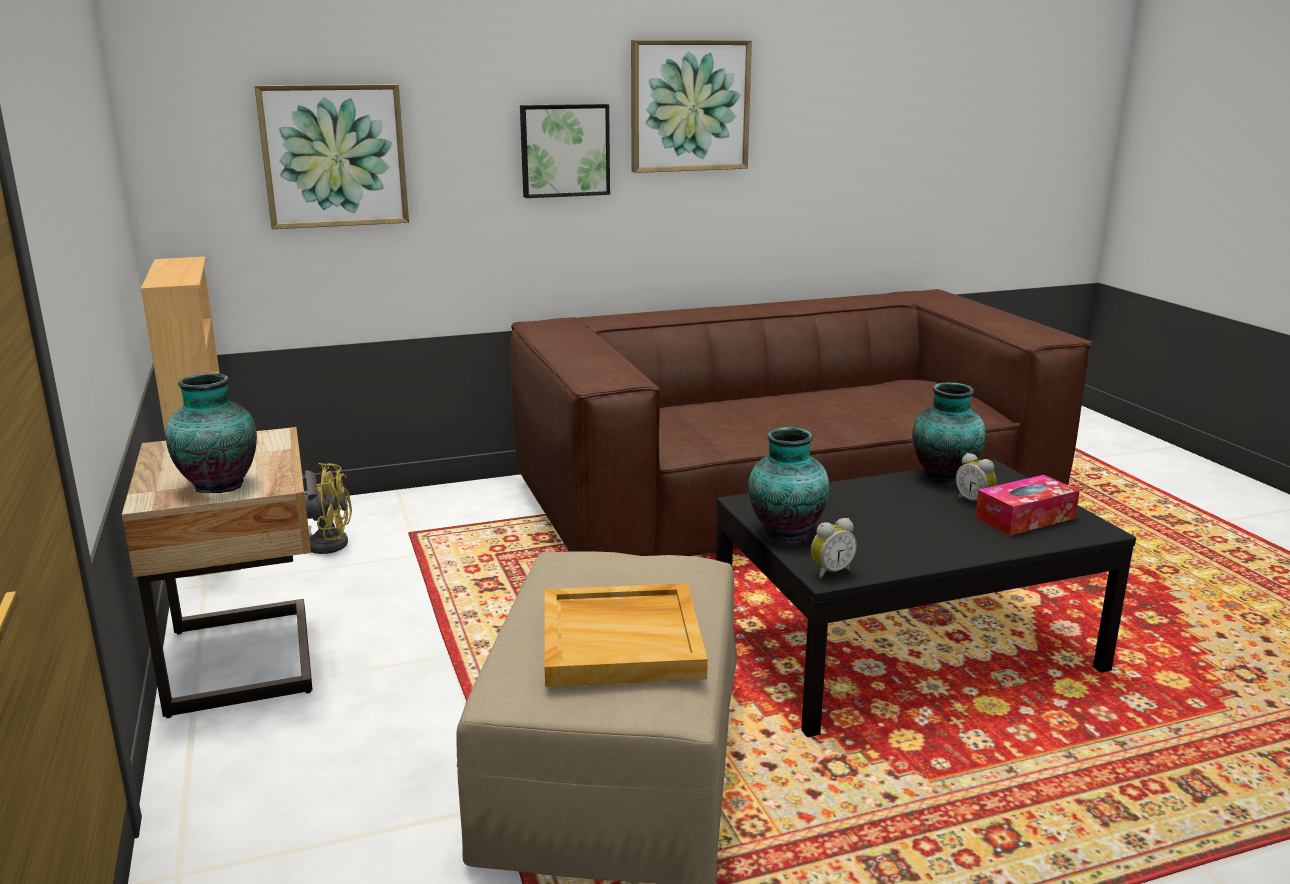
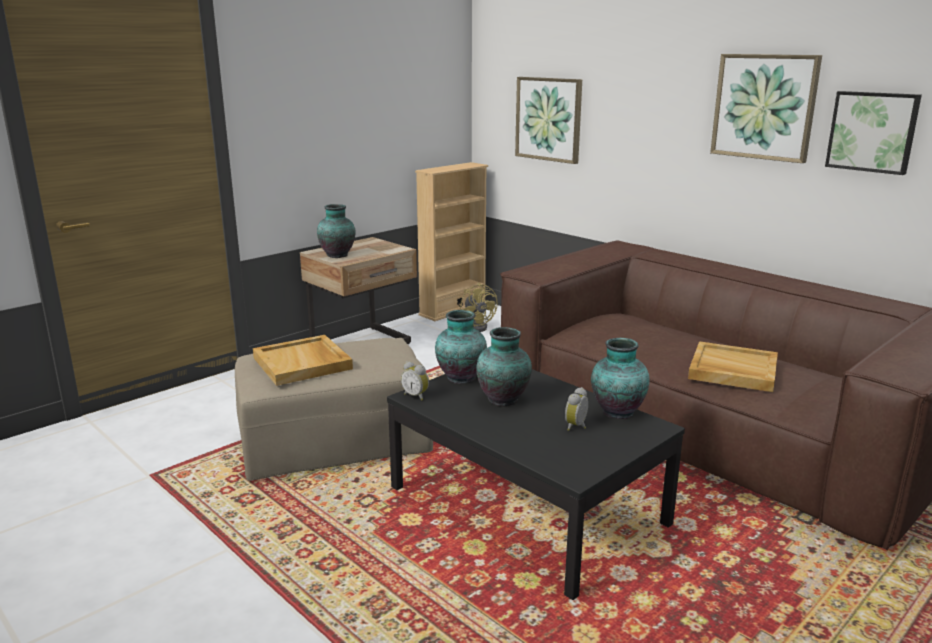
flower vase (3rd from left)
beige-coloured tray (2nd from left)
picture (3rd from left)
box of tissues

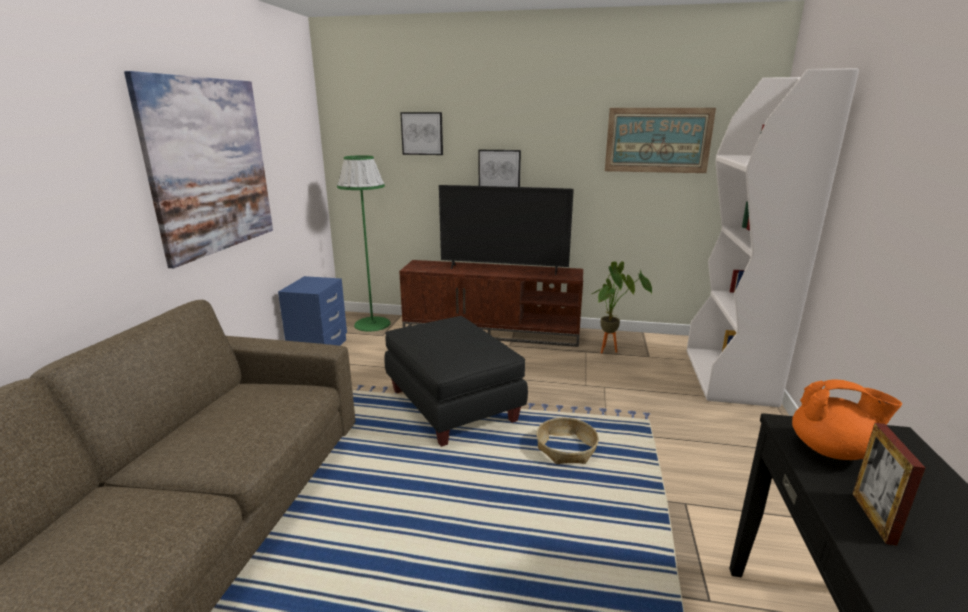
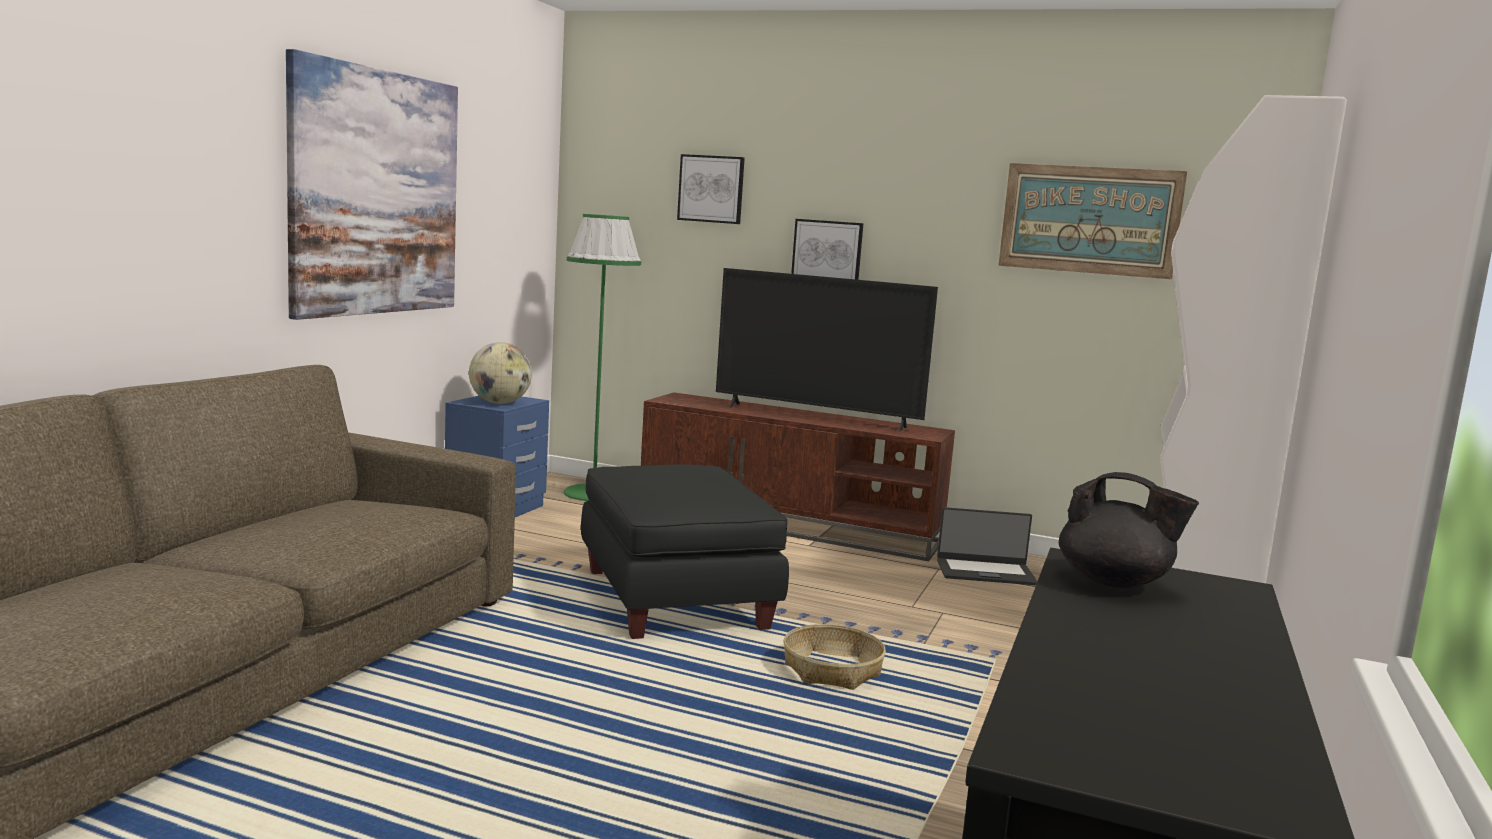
globe
laptop
black-coloured pot for tea
picture frame

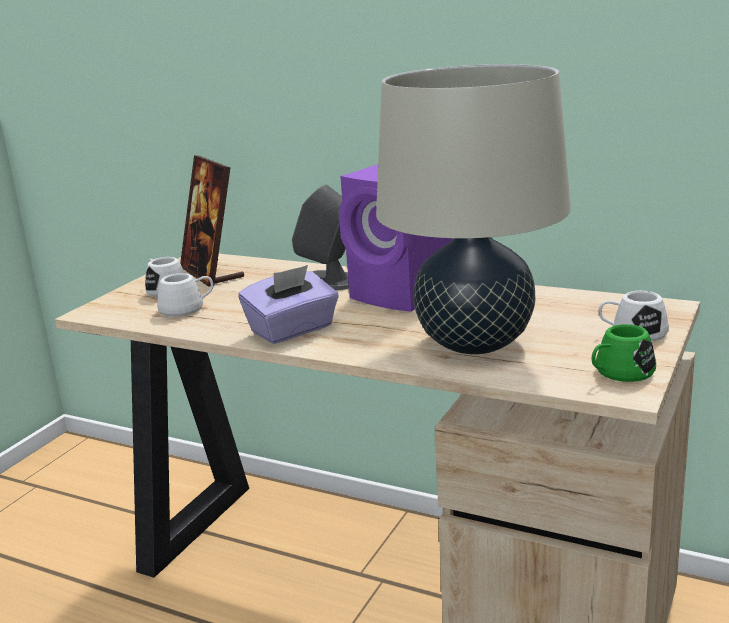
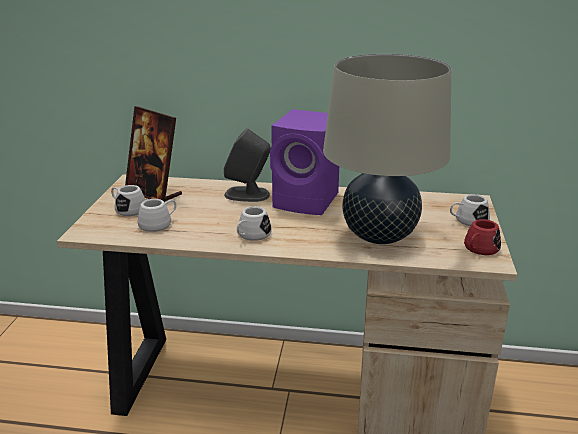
white-coloured mug (3rd from left)
red mug

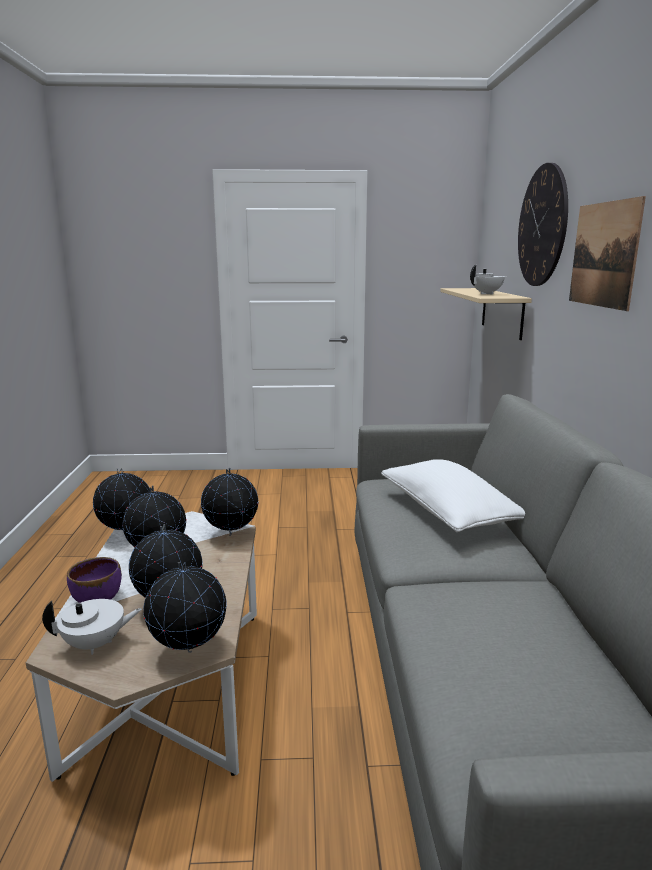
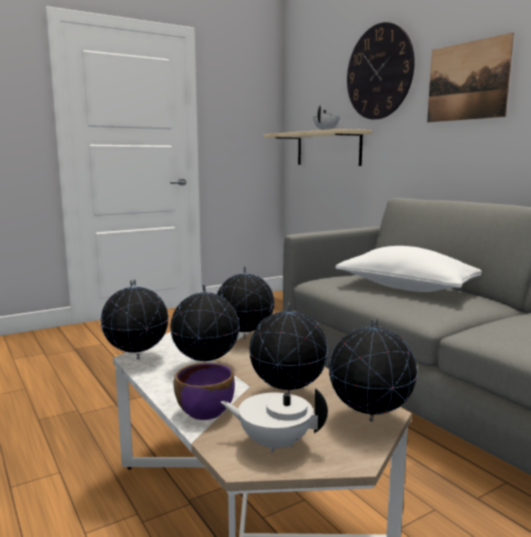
white-coloured pot for tea (1st from left)

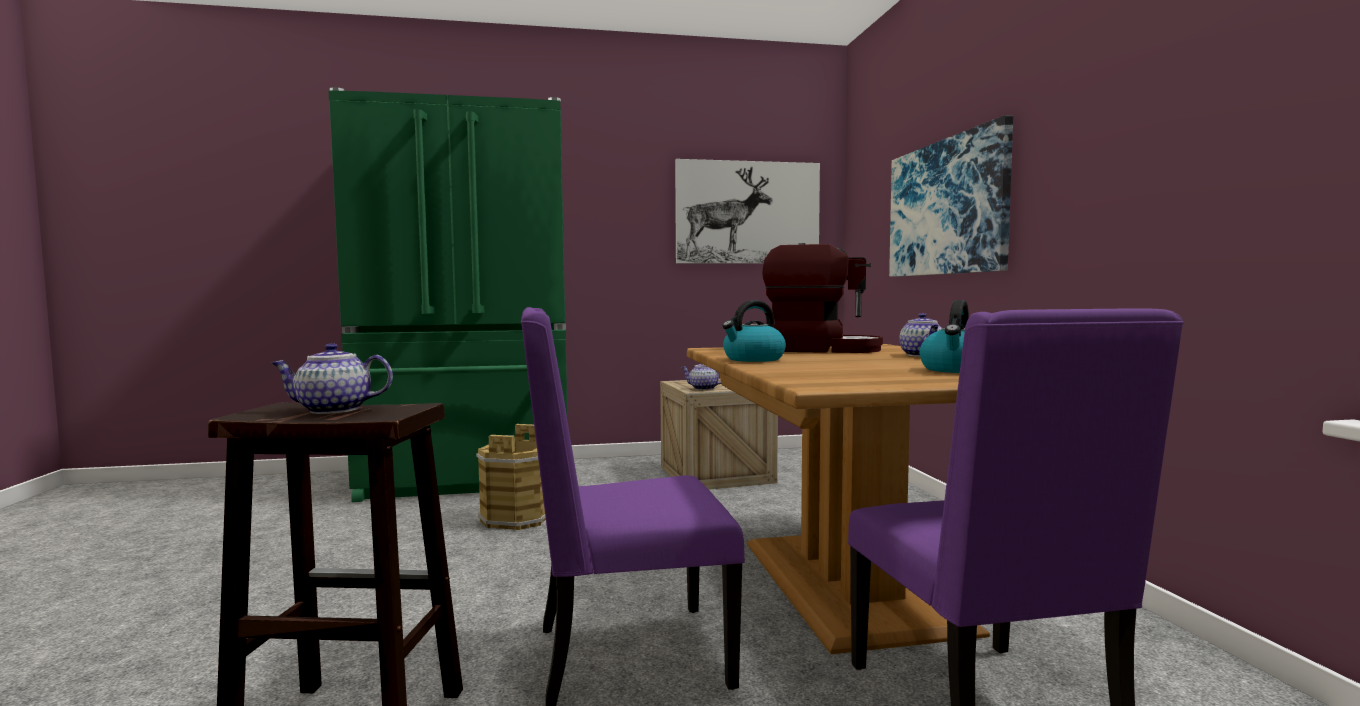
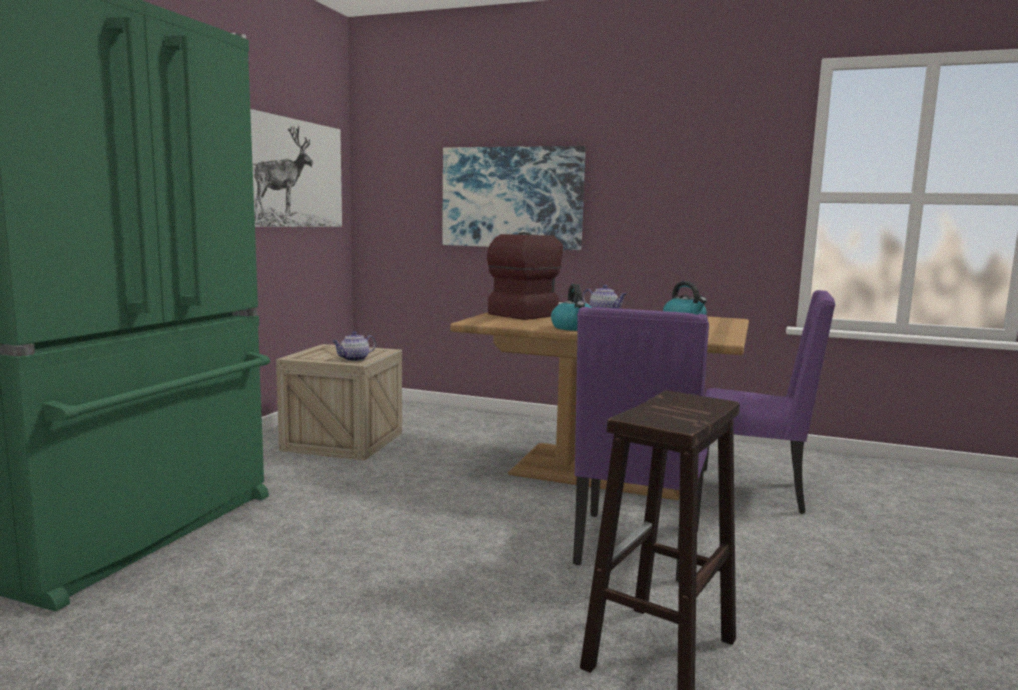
pot for tea (1st from left in the first image)
brown bucket

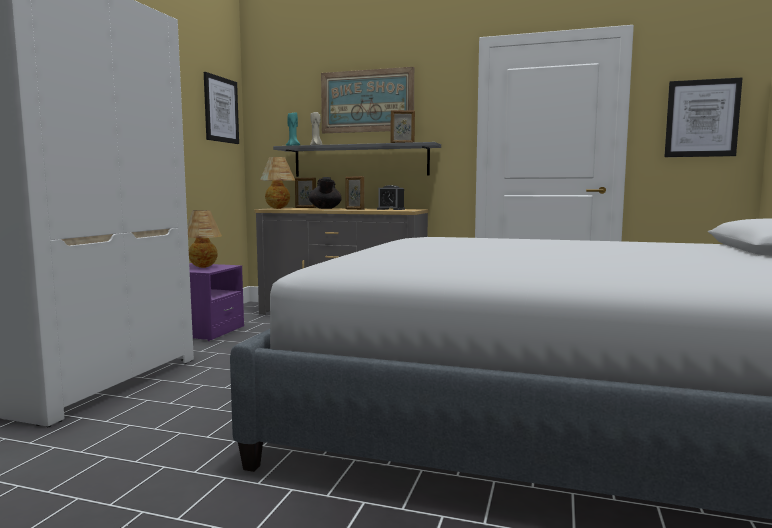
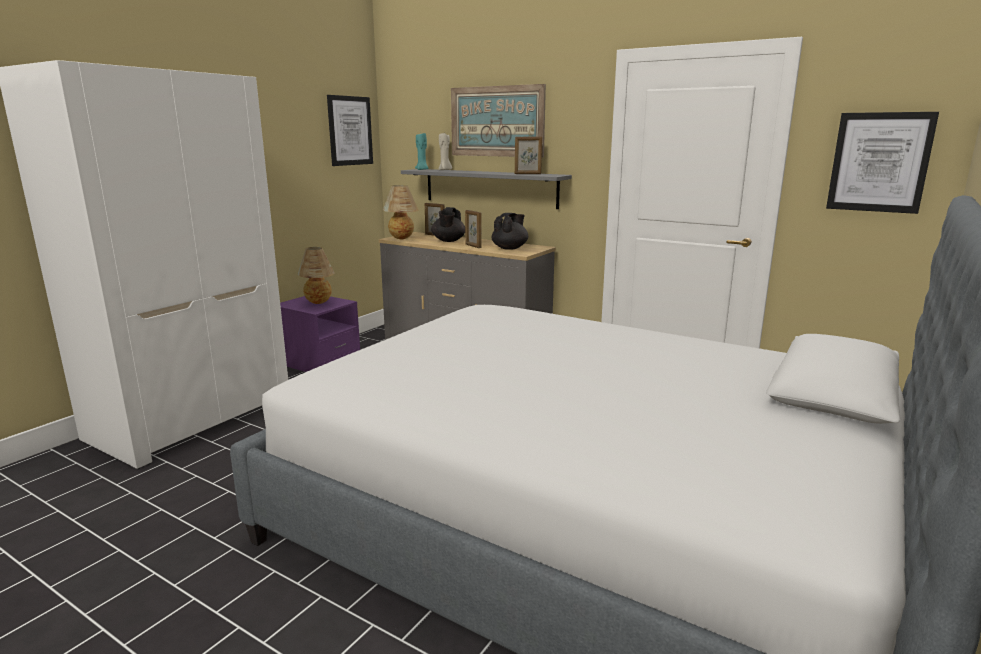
black-coloured pot for tea (2nd from left)

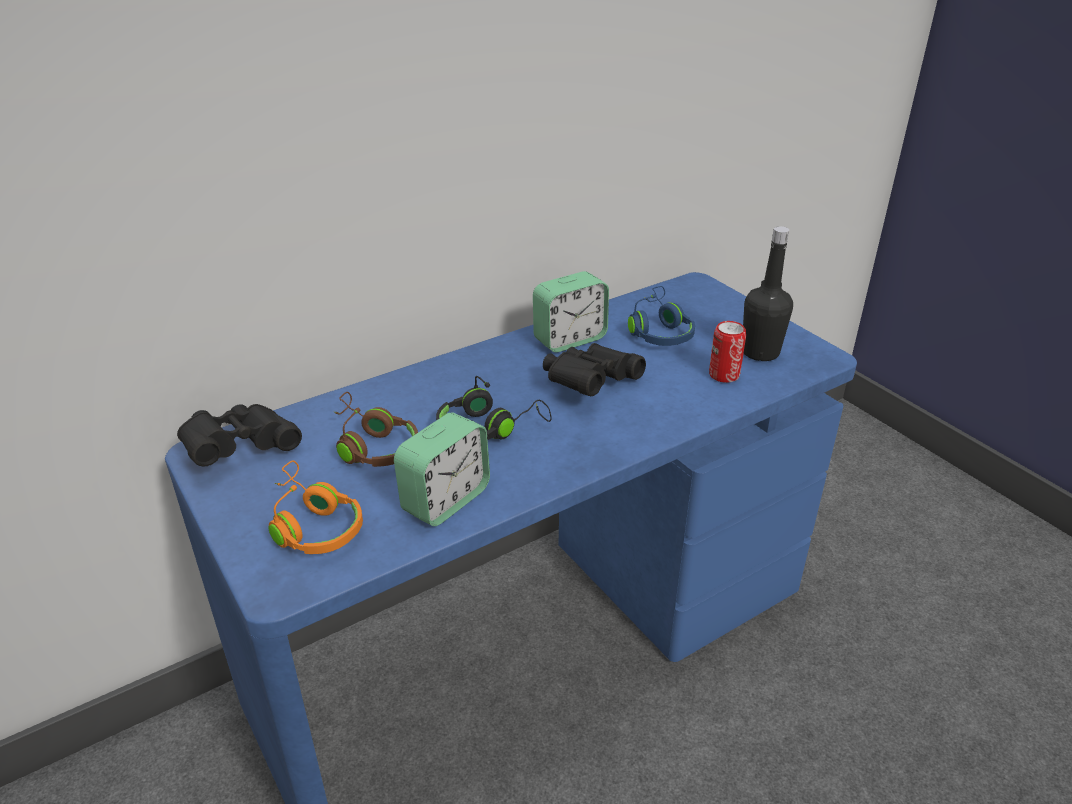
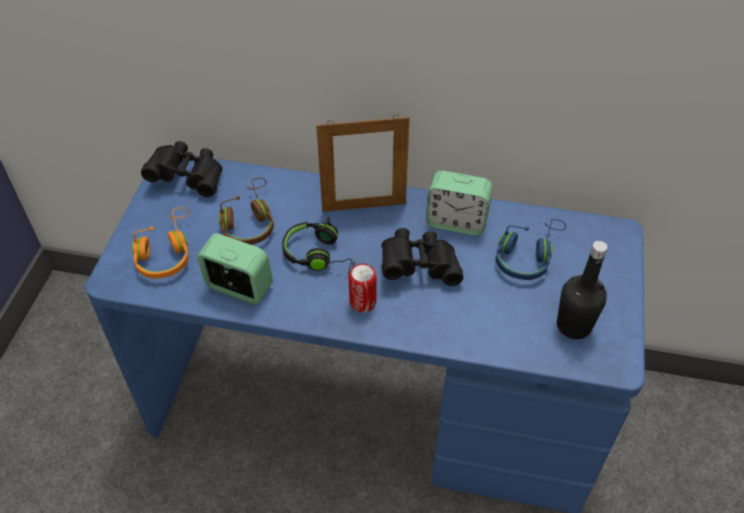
alarm clock (1st from left)
picture frame
can

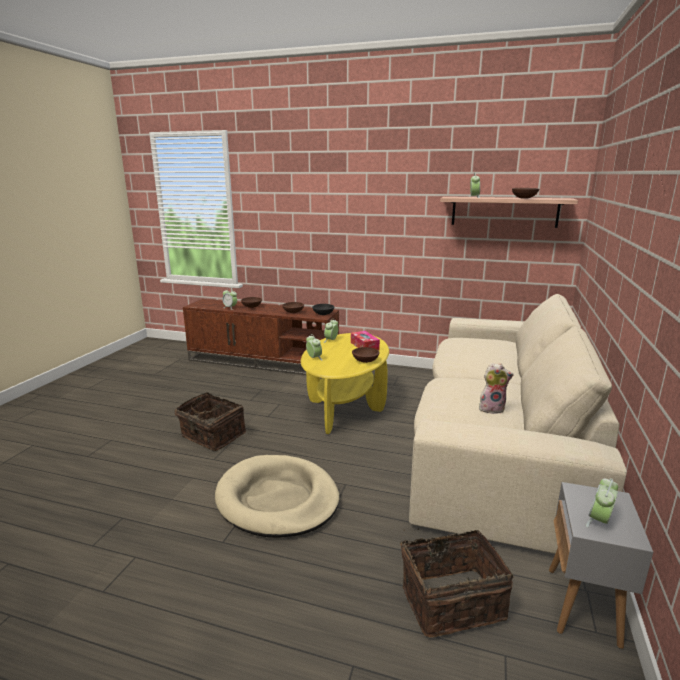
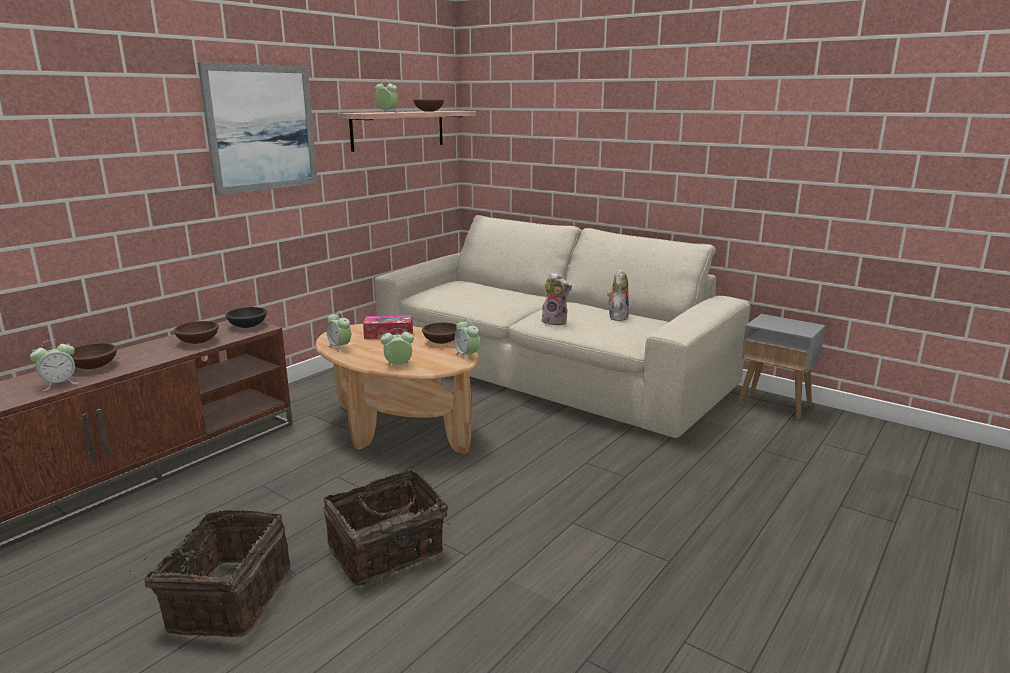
basket (1st from left)
picture
brown lounge table
alarm clock (5th from left)
cuddly toy (1st from left)
beige-coloured dog bed

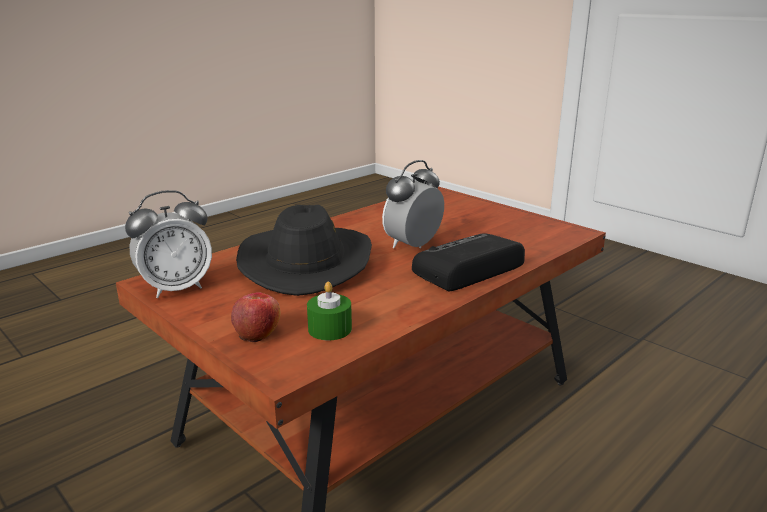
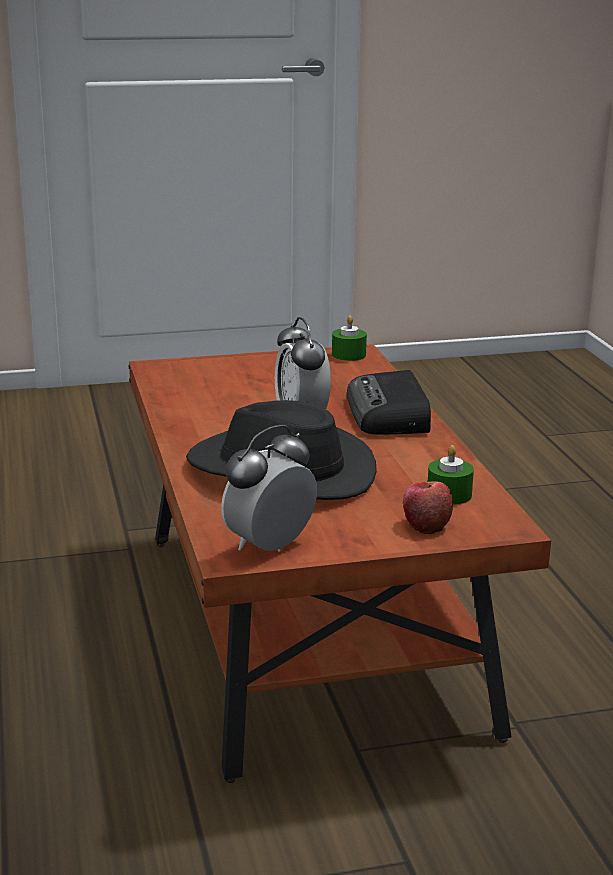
alarm clock (1st from left)
greenish wax candle (1st from left)

